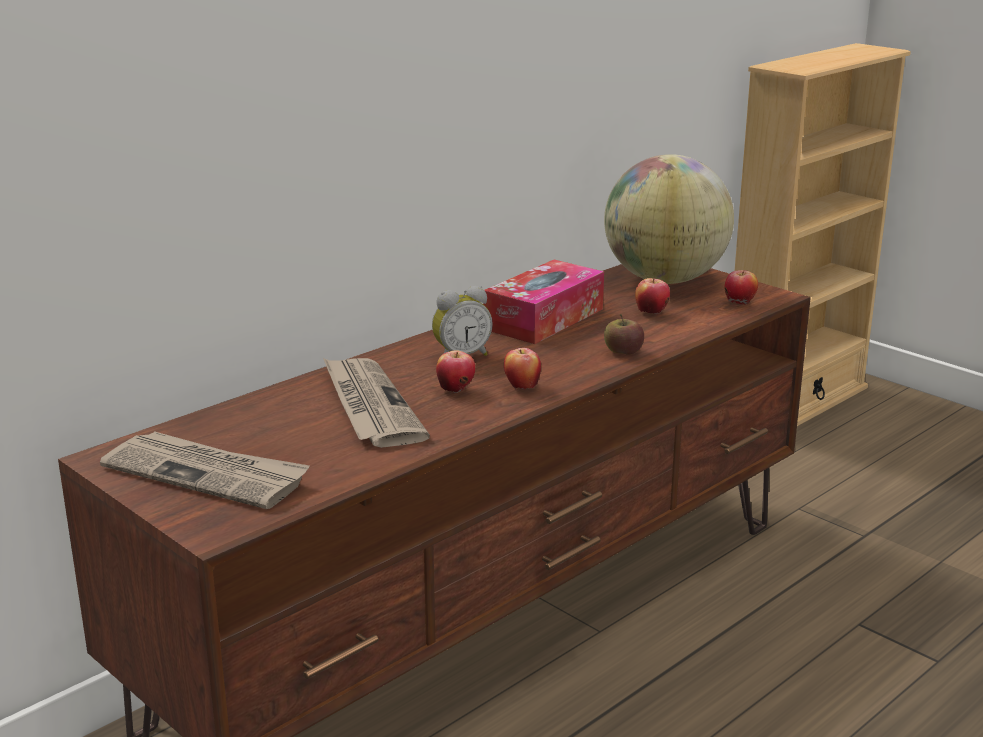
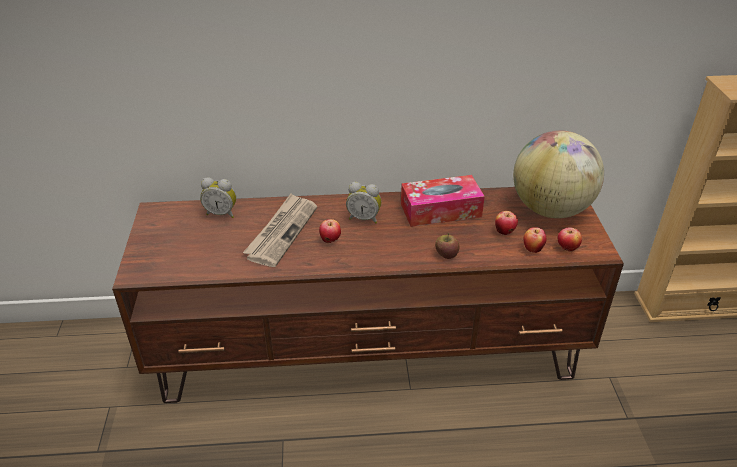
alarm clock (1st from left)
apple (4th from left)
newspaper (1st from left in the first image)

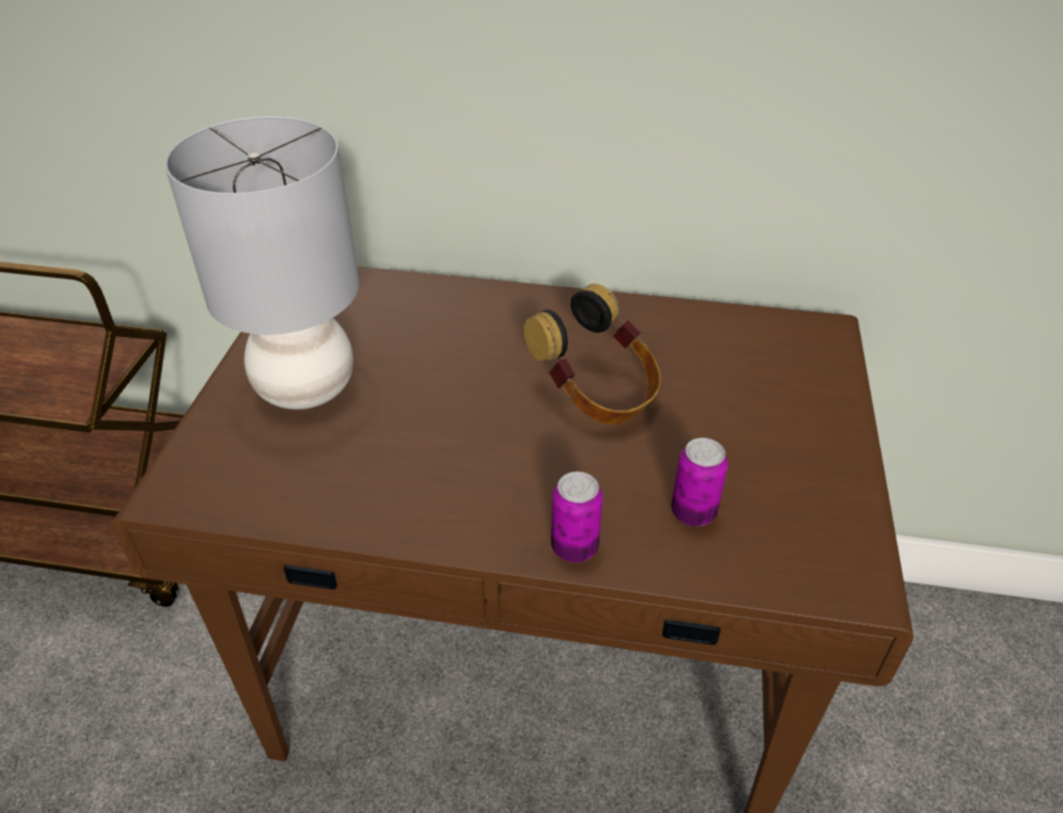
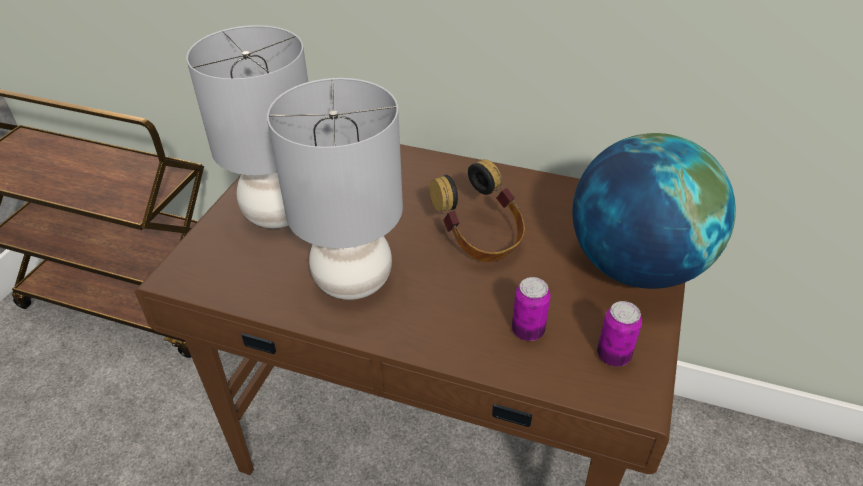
grey table lamp (2nd from left)
globe
can (2nd from left)

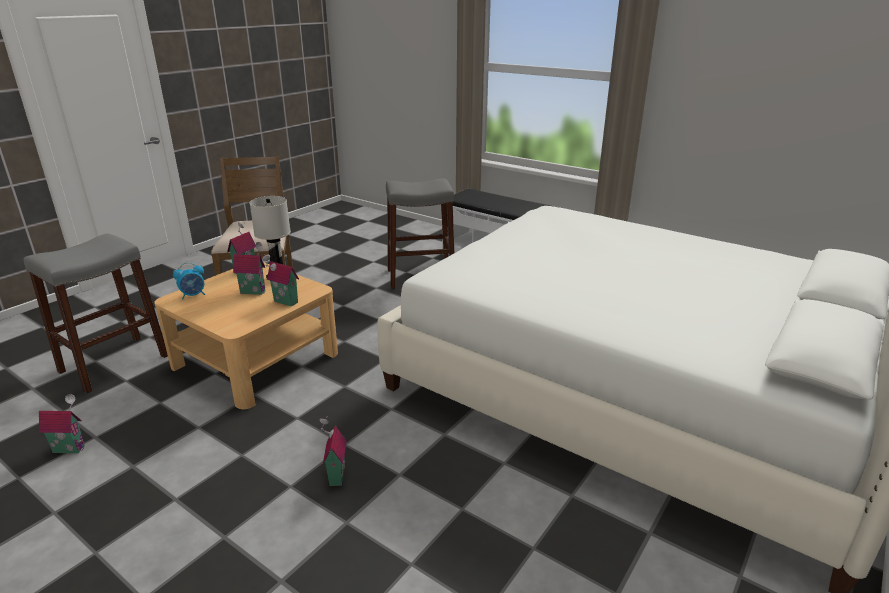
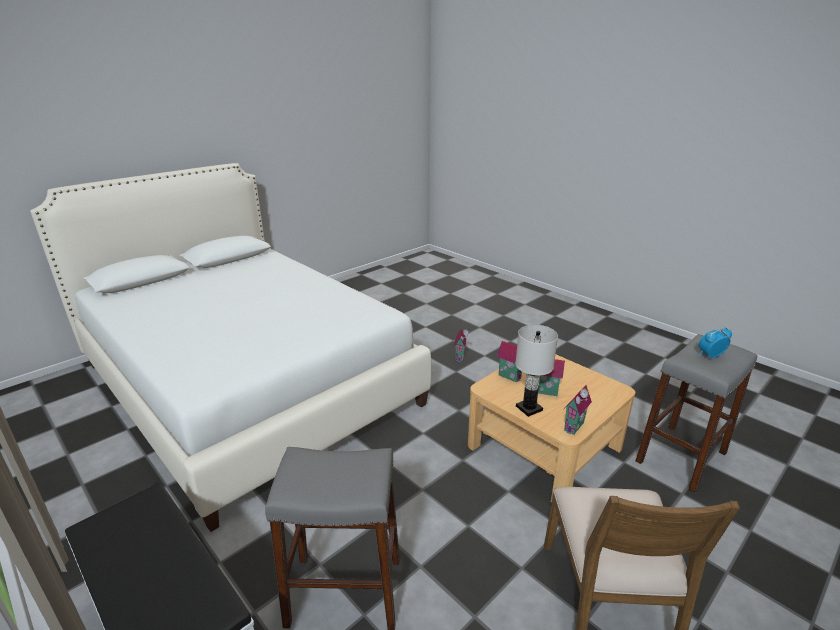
alarm clock
miniature house (1st from left in the first image)

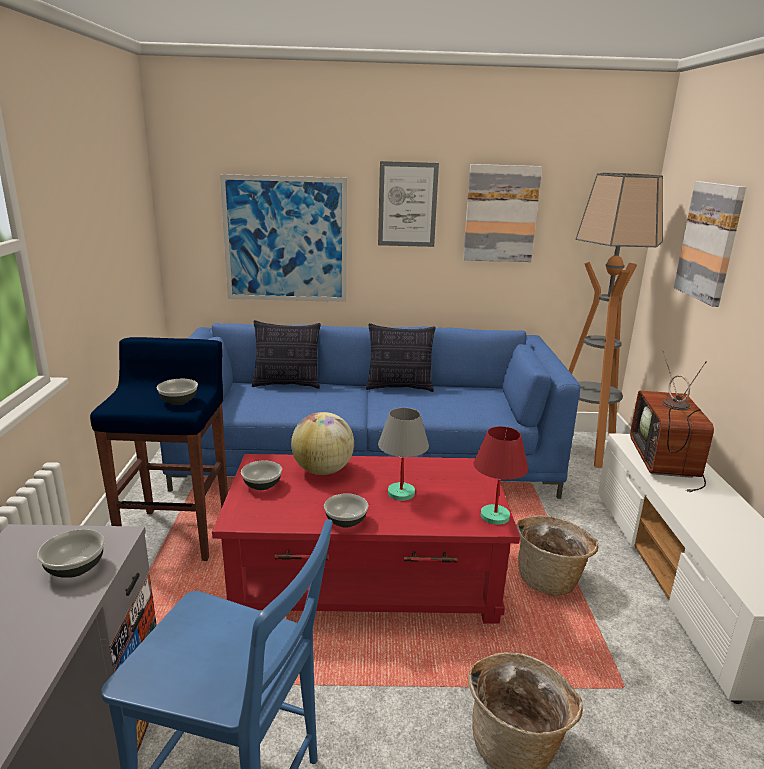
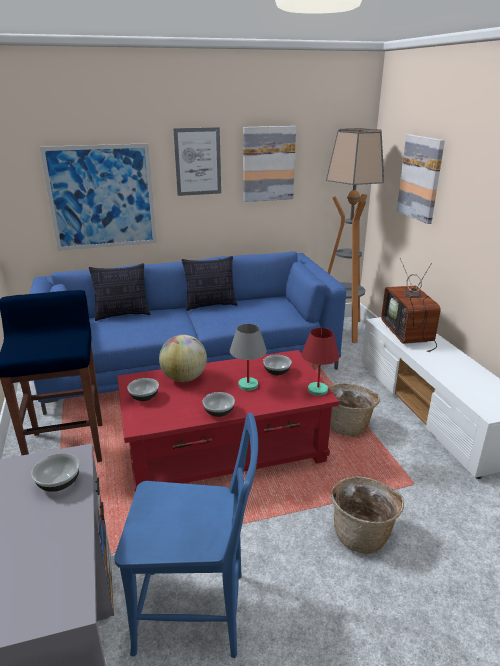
deep dish (4th from left)

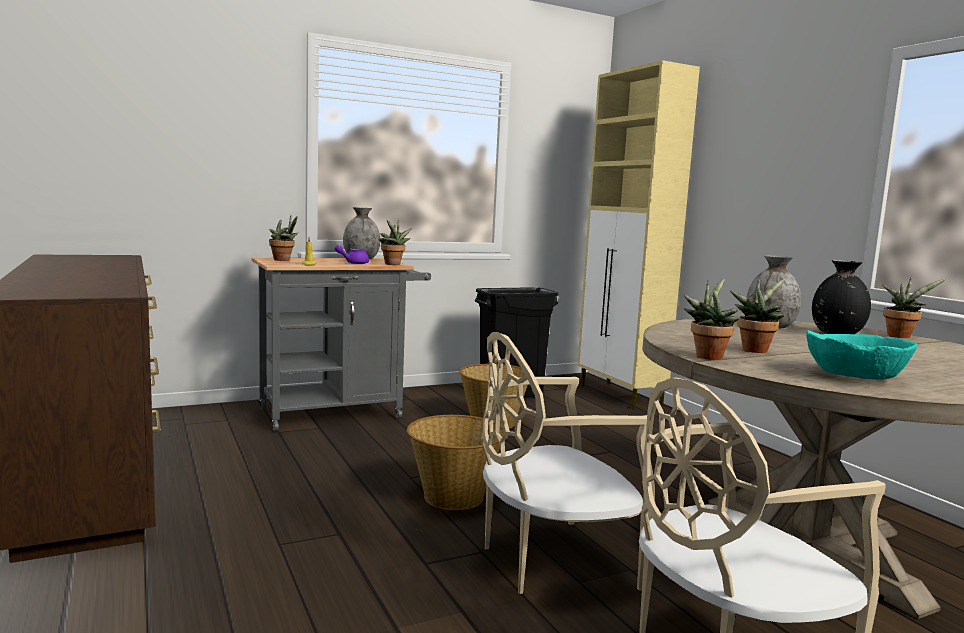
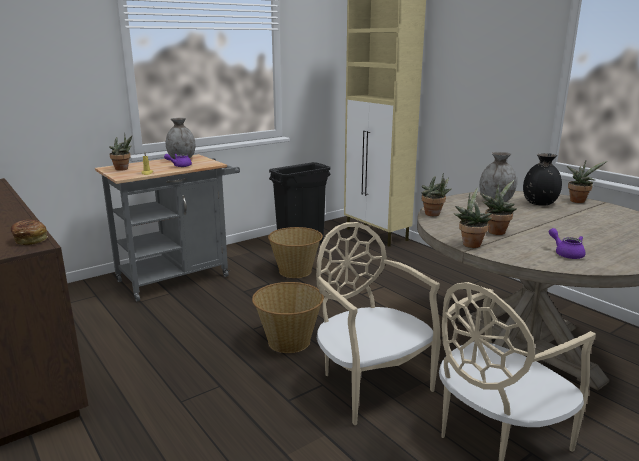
bread
beige-coloured plain chair (1st from left)
houseplant (2nd from left)
purplish pot for tea (2nd from left)

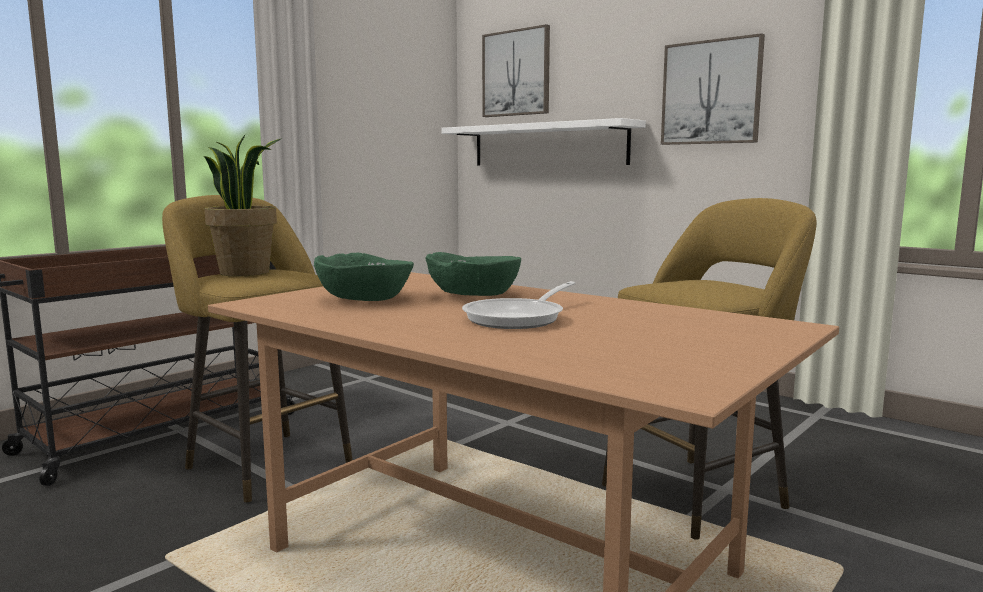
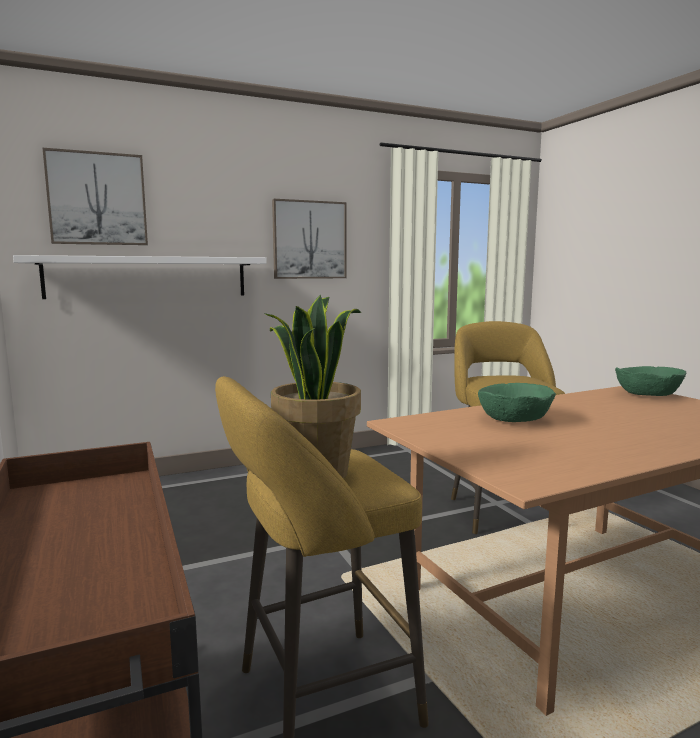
greenish deep dish (2nd from left)
skillet

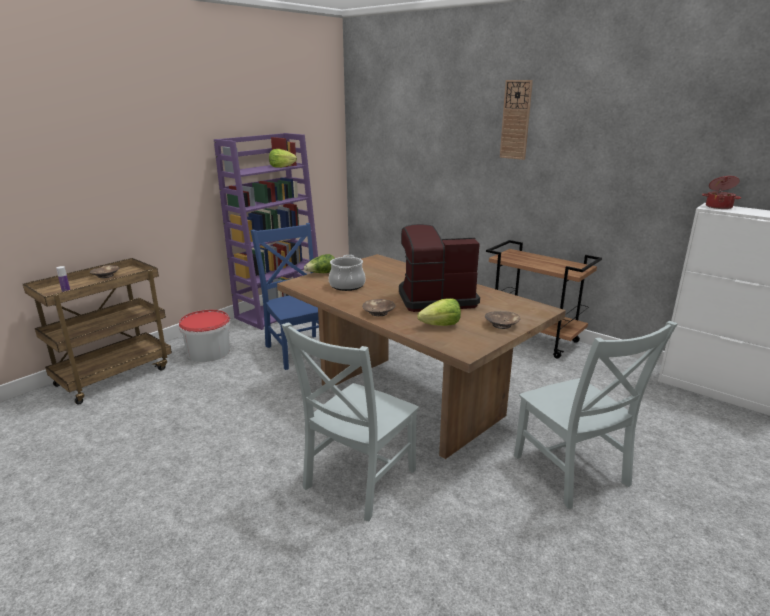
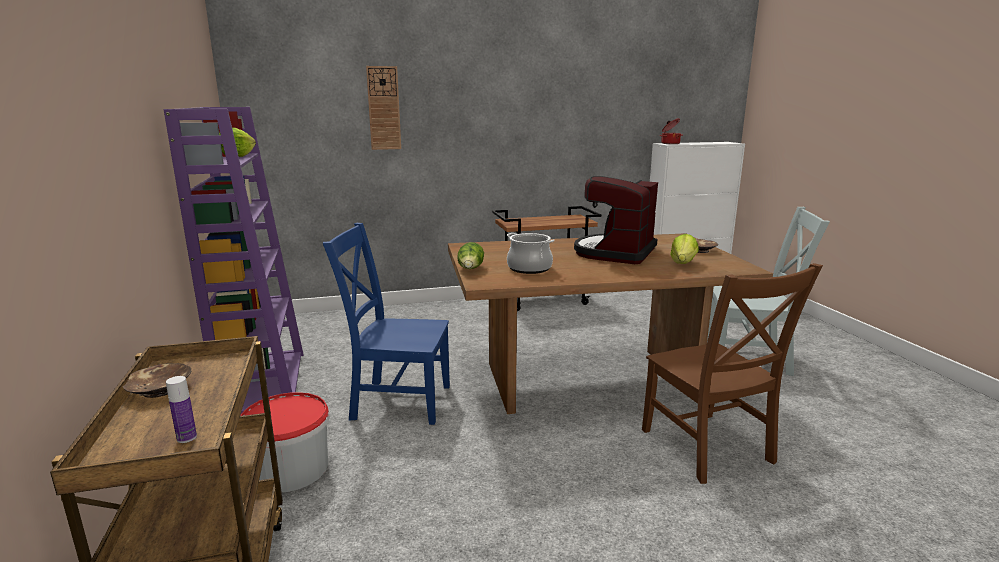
clock on the wall
brown plain chair
brown deep dish (2nd from left in the first image)

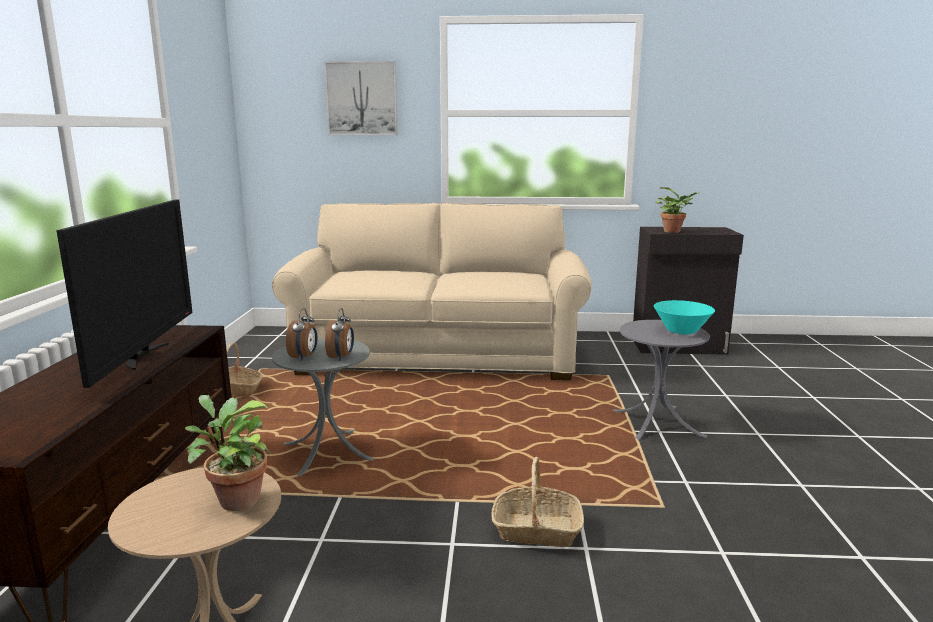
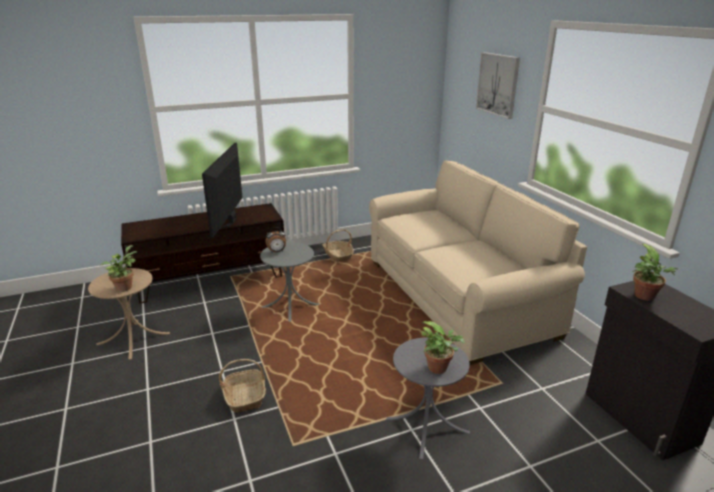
TV
houseplant (2nd from left)
alarm clock (2nd from left in the first image)

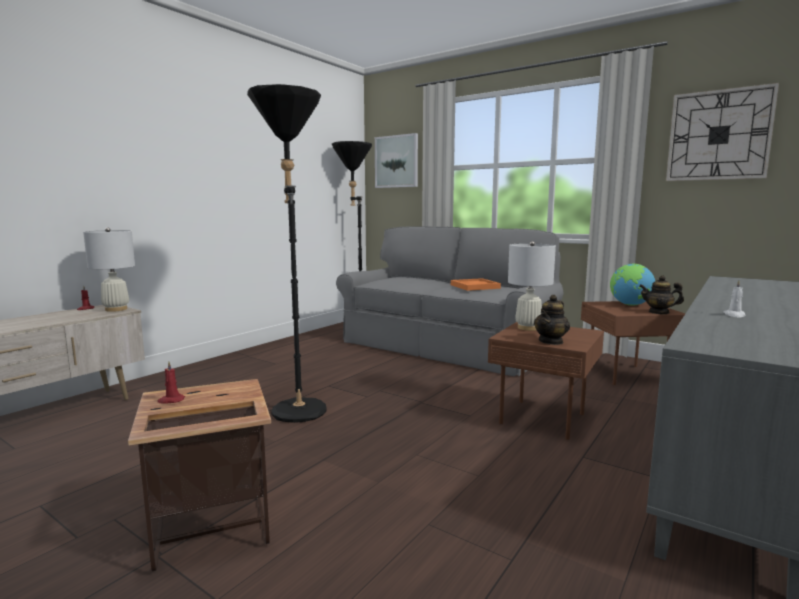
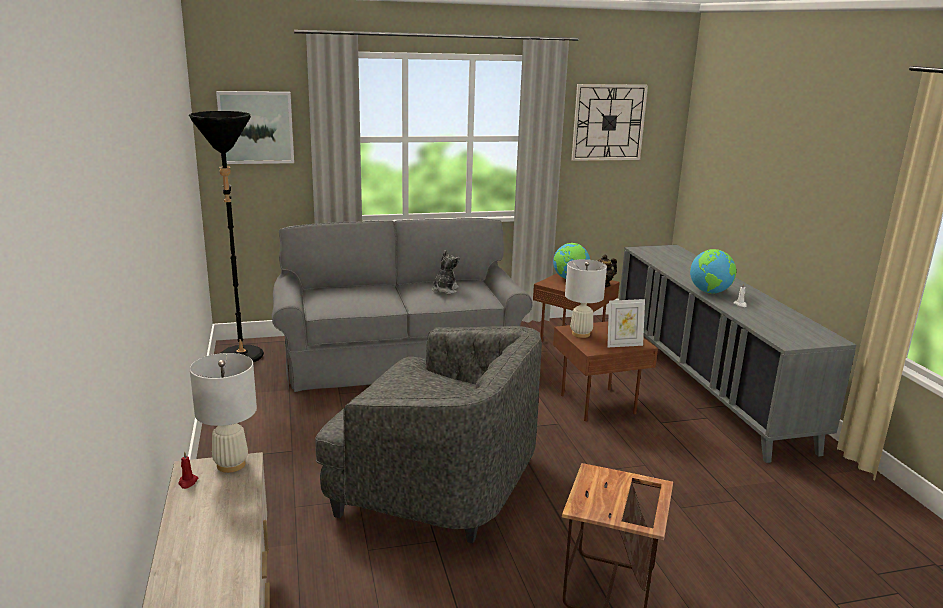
grey lounge chair
cuddly toy
picture frame
globe (2nd from left)
red wax candle (2nd from left in the first image)

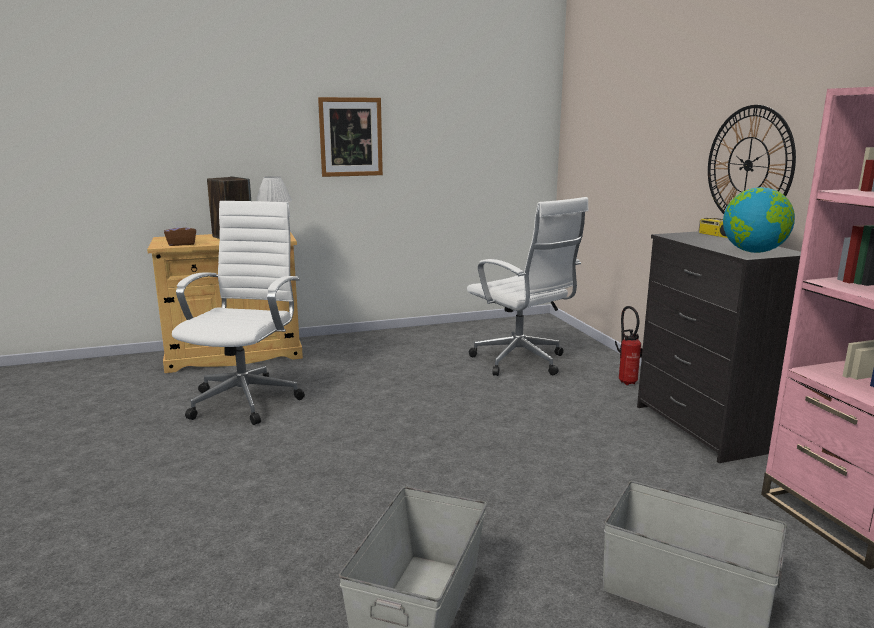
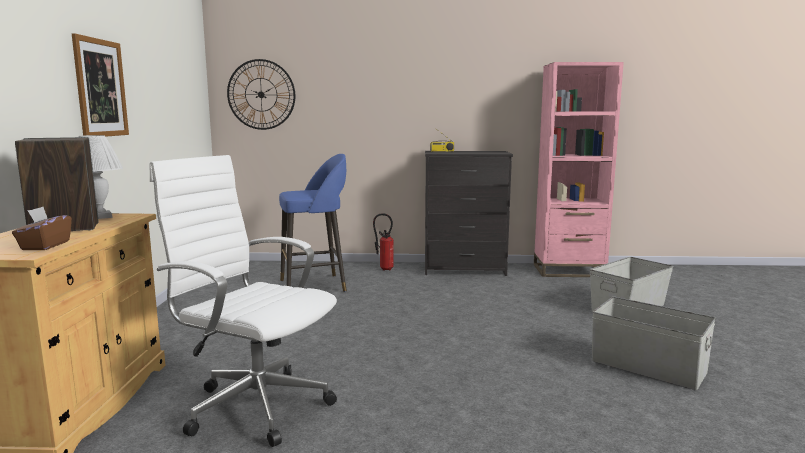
clock on the wall
bluish stool seat
globe

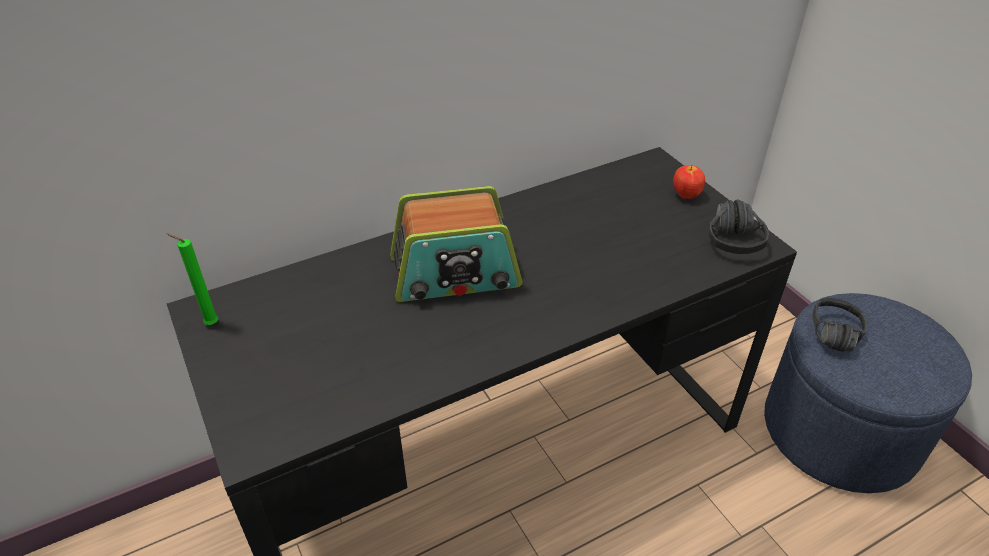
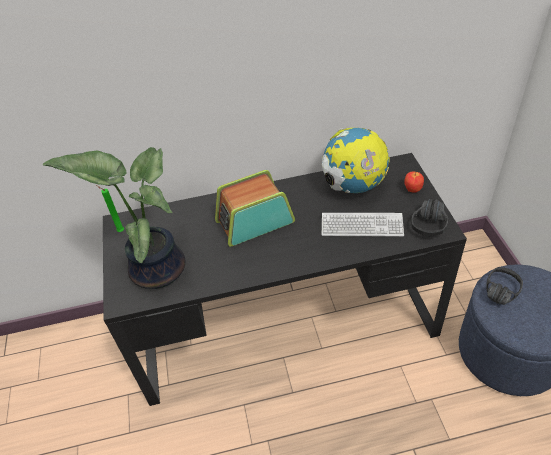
houseplant
radio set
globe
PC keyboard

